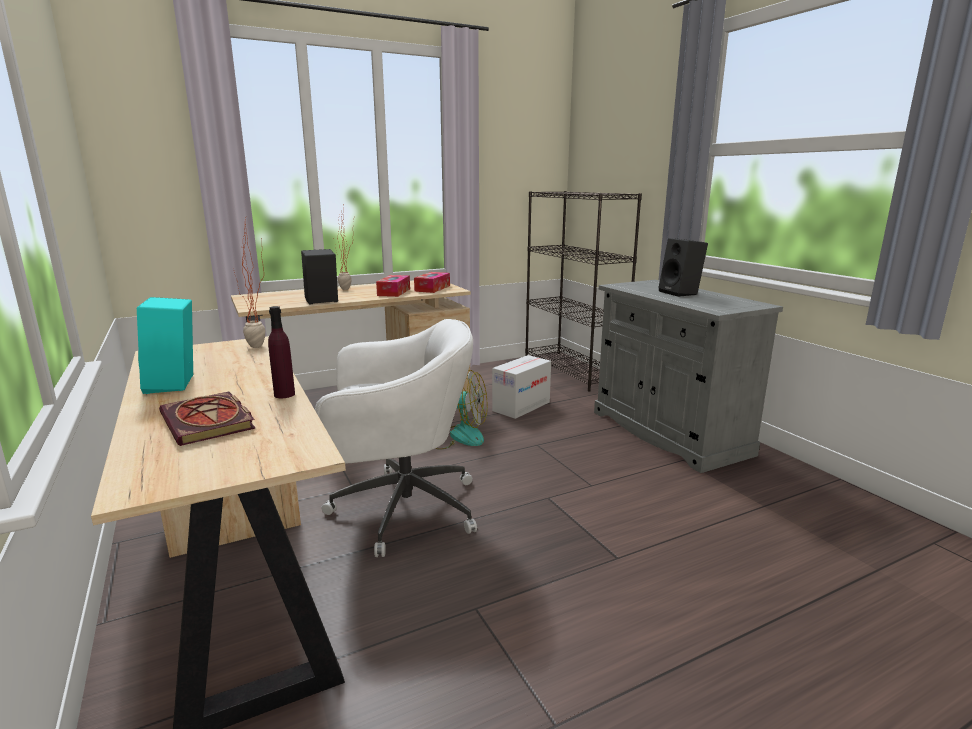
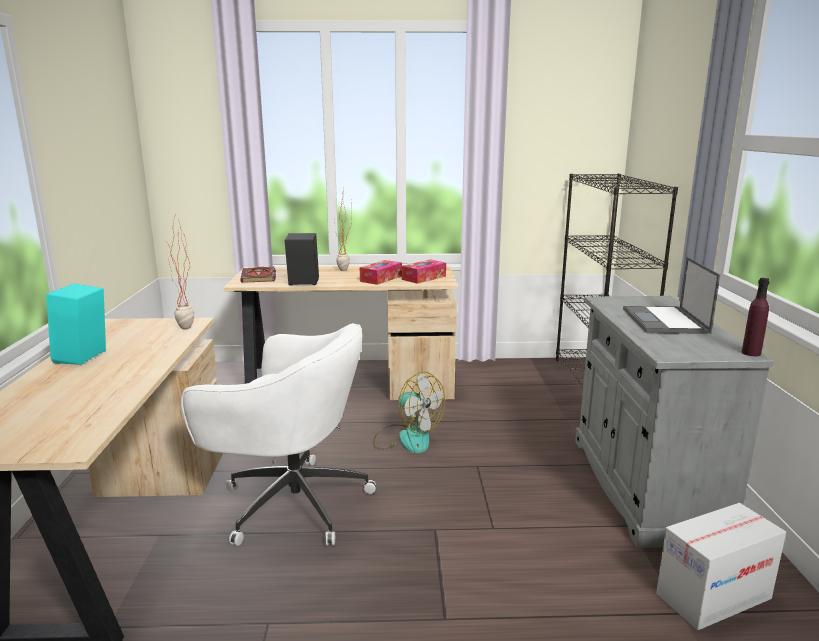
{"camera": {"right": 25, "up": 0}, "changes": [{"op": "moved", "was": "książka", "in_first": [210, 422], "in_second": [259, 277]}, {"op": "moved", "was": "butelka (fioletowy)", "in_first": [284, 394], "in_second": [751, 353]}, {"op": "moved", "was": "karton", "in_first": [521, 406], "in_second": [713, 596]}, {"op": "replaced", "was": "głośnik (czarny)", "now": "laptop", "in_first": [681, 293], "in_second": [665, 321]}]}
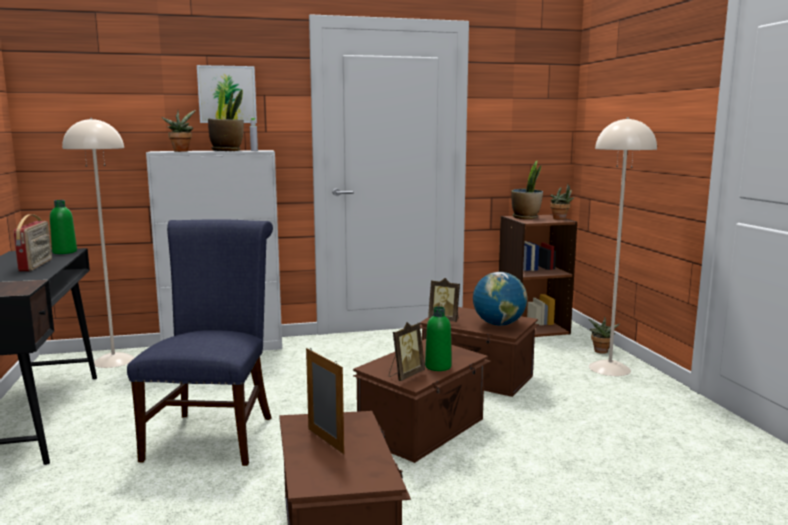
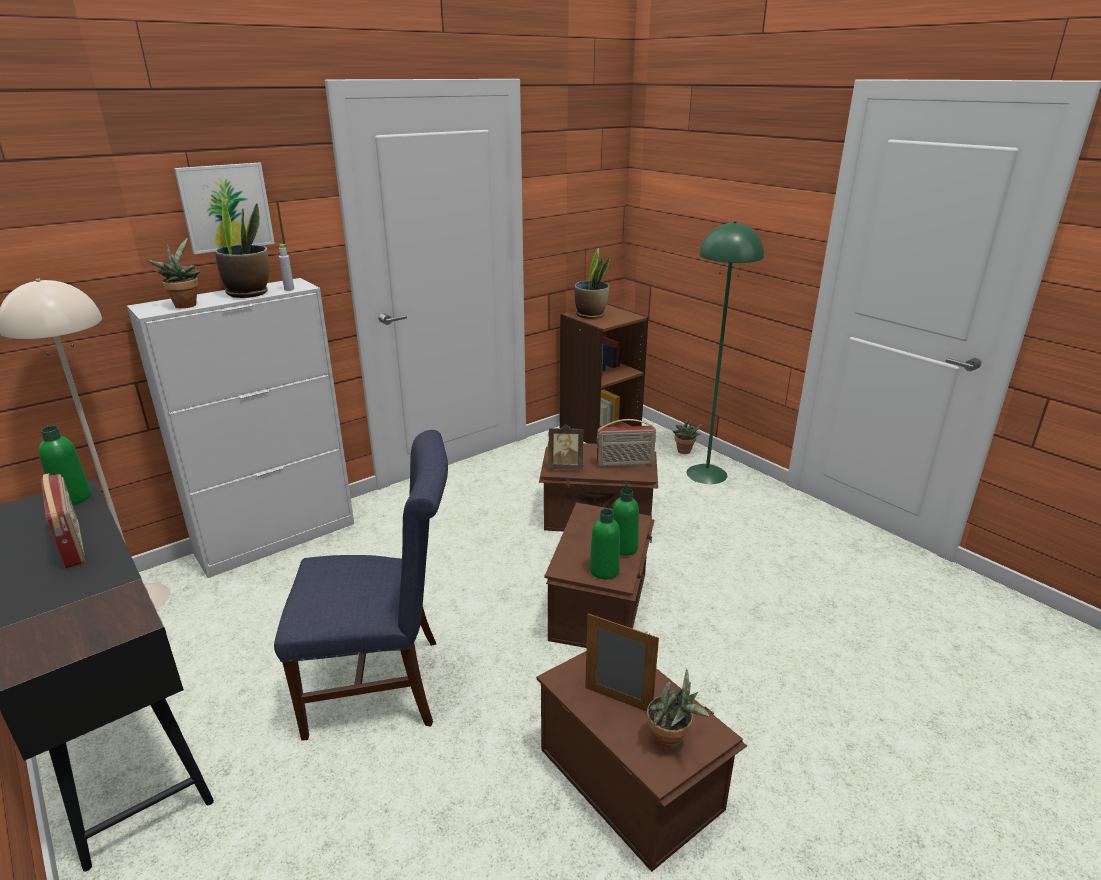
{"camera": {"right": -25, "up": 15}, "changes": [{"op": "turned", "was": "krzesło (niebieski)", "in_first": [213, 434], "in_second": [385, 683], "clockwise": 105}, {"op": "replaced", "was": "ramka na zdjęcie", "now": "butelka (zielony)", "in_first": [405, 375], "in_second": [604, 571]}, {"op": "replaced", "was": "globus", "now": "radio", "in_first": [498, 324], "in_second": [625, 463]}, {"op": "moved", "was": "roślina doniczkowa", "in_first": [561, 219], "in_second": [671, 741]}, {"op": "recoloured", "was": "lampa stojąca (beżowy)", "now": "lampa stojąca (zielony)", "in_first": [610, 368], "in_second": [707, 473]}]}
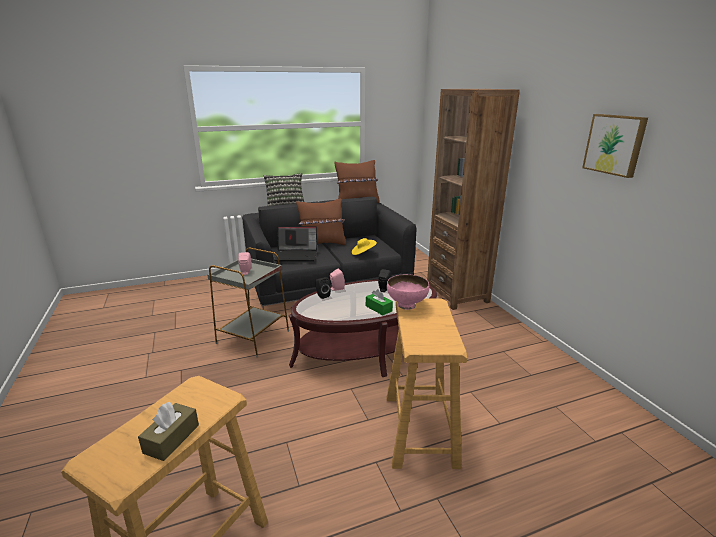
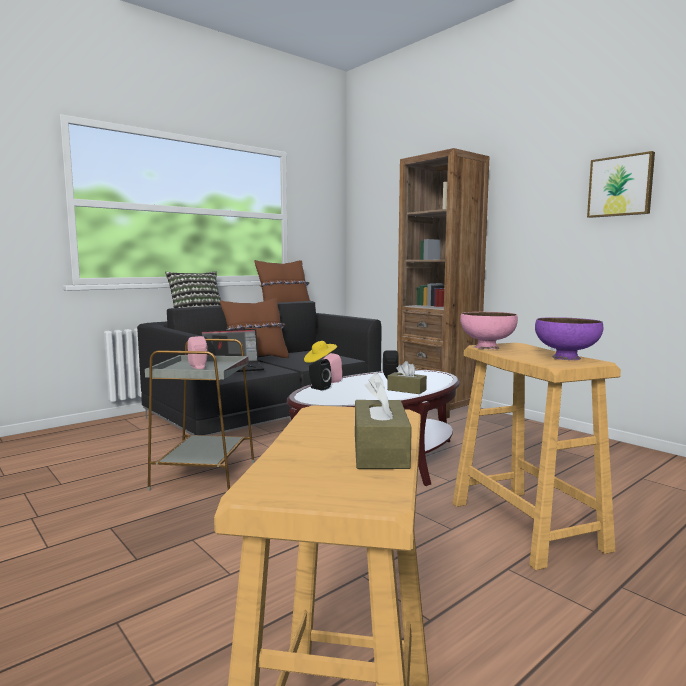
{"camera": {"right": -20, "up": -15}, "changes": [{"op": "recoloured", "was": "pudełko chusteczek (zielony)", "now": "pudełko chusteczek (brązowy)", "in_first": [378, 308], "in_second": [406, 390]}, {"op": "added", "now": "miska (fioletowy)", "in_second": [565, 358]}]}
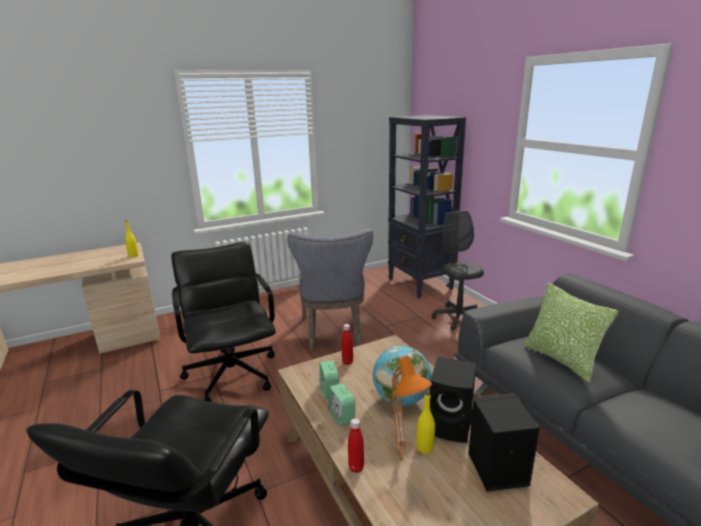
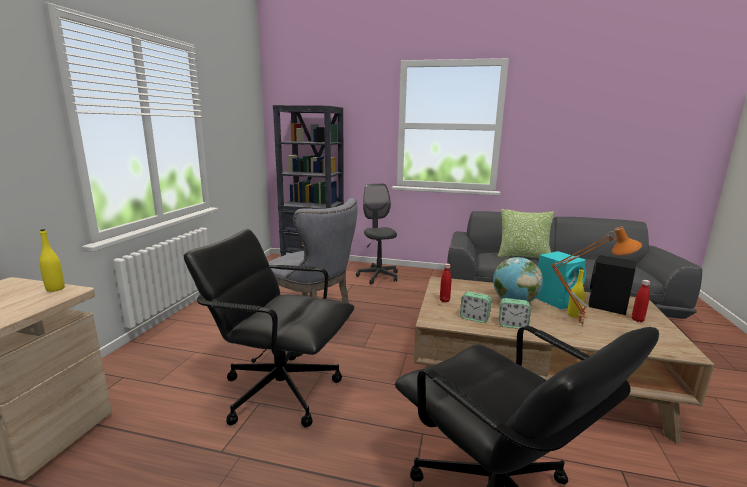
{"camera": {"right": -50, "up": -5}, "changes": [{"op": "moved", "was": "butelka (czerwony)", "in_first": [356, 468], "in_second": [637, 320]}, {"op": "recoloured", "was": "głośnik (czarny)", "now": "głośnik (turkusowy)", "in_first": [451, 425], "in_second": [557, 300]}, {"op": "turned", "was": "krzesło biurowe (szary)", "in_first": [457, 318], "in_second": [378, 276], "clockwise": 45}]}
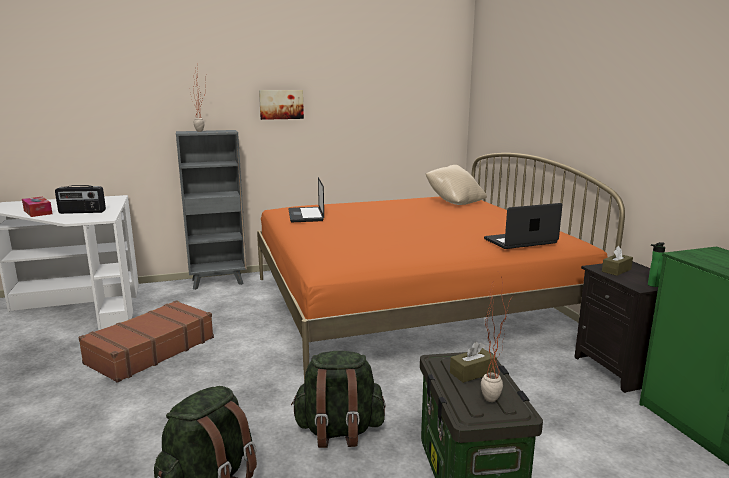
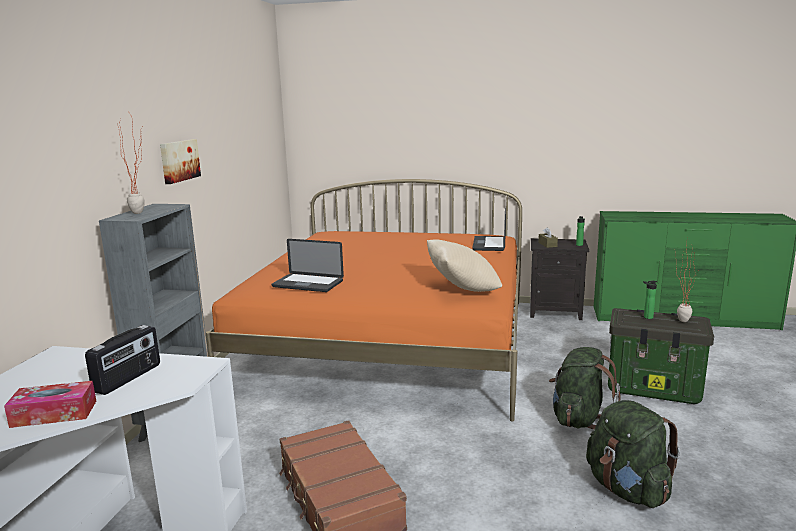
{"camera": {"right": -60, "up": 0}, "changes": [{"op": "moved", "was": "poduszka (beżowy)", "in_first": [454, 202], "in_second": [462, 289]}, {"op": "replaced", "was": "pudełko chusteczek (brązowy)", "now": "butelka", "in_first": [472, 372], "in_second": [646, 317]}]}
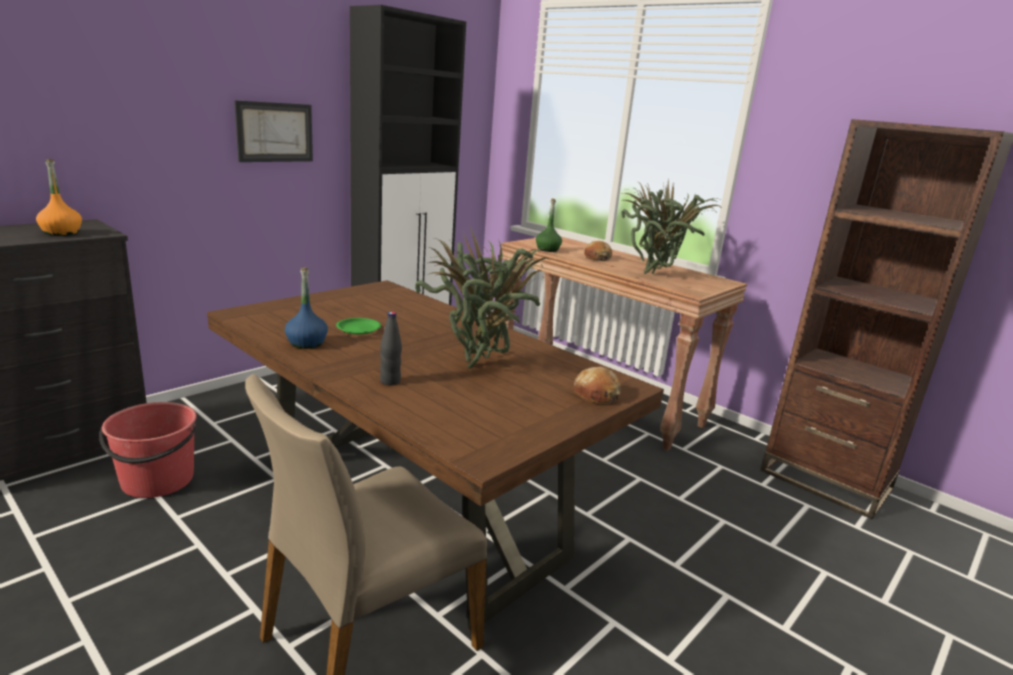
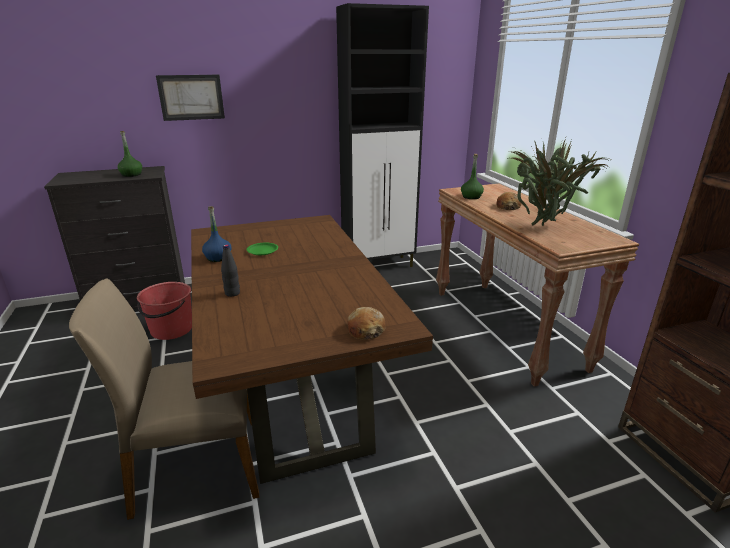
{"camera": {"right": 30, "up": 5}, "changes": [{"op": "recoloured", "was": "butelka (pomarańczowy)", "now": "butelka (zielony)", "in_first": [61, 233], "in_second": [131, 175]}, {"op": "moved", "was": "obraz", "in_first": [275, 132], "in_second": [191, 97]}, {"op": "removed", "was": "roślina doniczkowa", "in_first": [482, 364]}]}
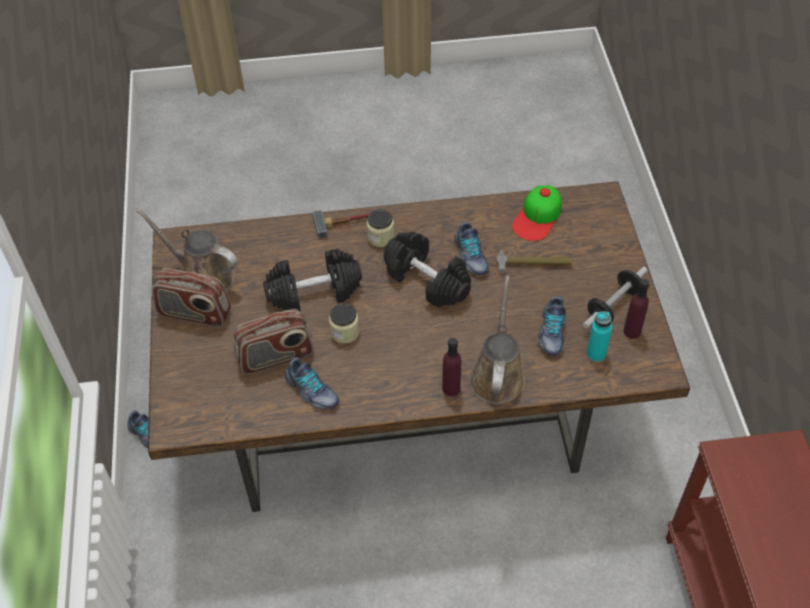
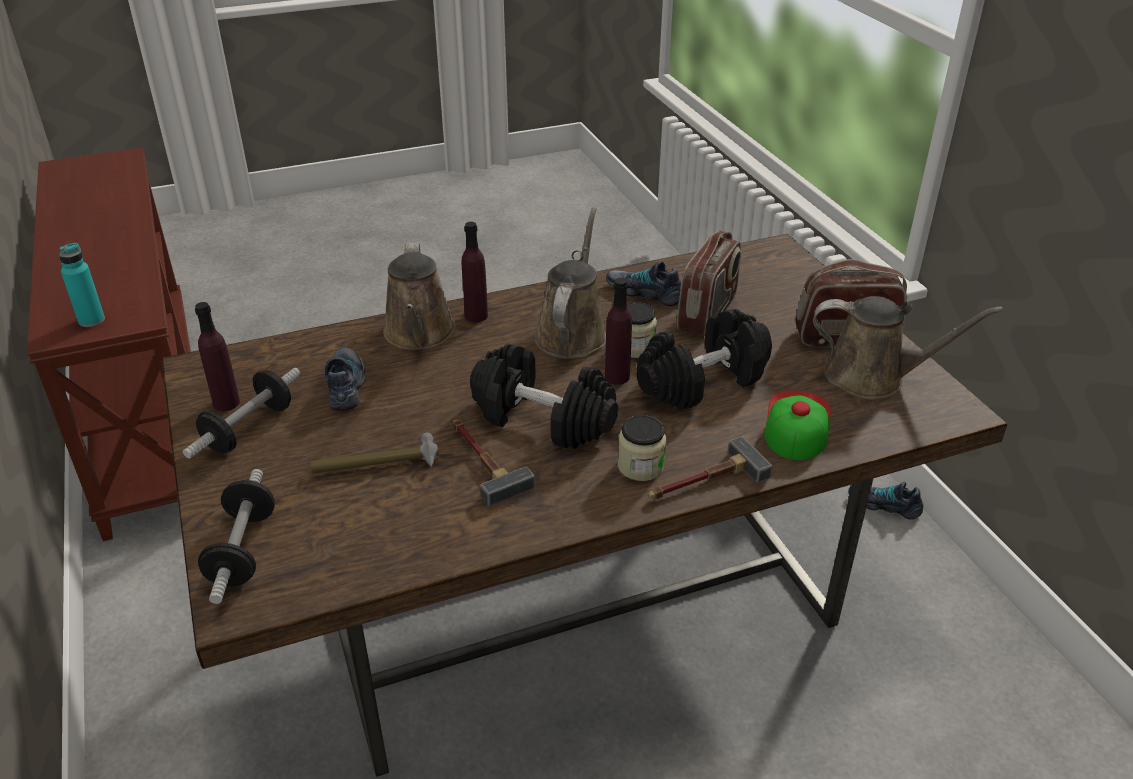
{"camera": {"right": 165, "up": -15}, "changes": [{"op": "turned", "was": "radio", "in_first": [276, 357], "in_second": [707, 313], "clockwise": 150}, {"op": "replaced", "was": "but", "now": "młotek", "in_first": [470, 256], "in_second": [482, 461]}, {"op": "moved", "was": "czapka z daszkiem", "in_first": [537, 217], "in_second": [797, 424]}, {"op": "moved", "was": "butelka (turkusowy)", "in_first": [596, 354], "in_second": [91, 320]}, {"op": "added", "now": "hantel", "in_second": [243, 551]}, {"op": "added", "now": "konewka (brązowy)", "in_second": [572, 333]}, {"op": "added", "now": "butelka (fioletowy)", "in_second": [617, 377]}]}
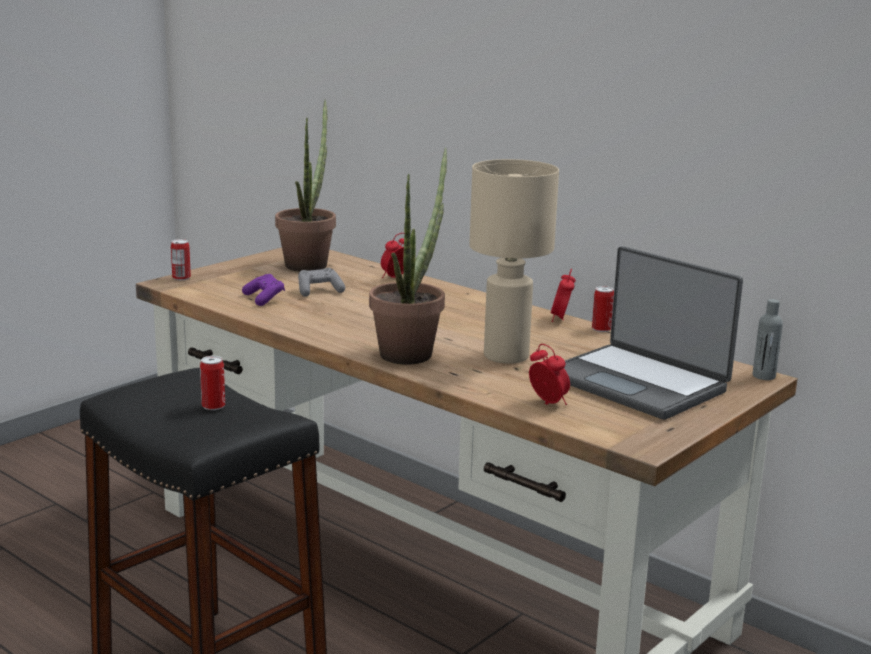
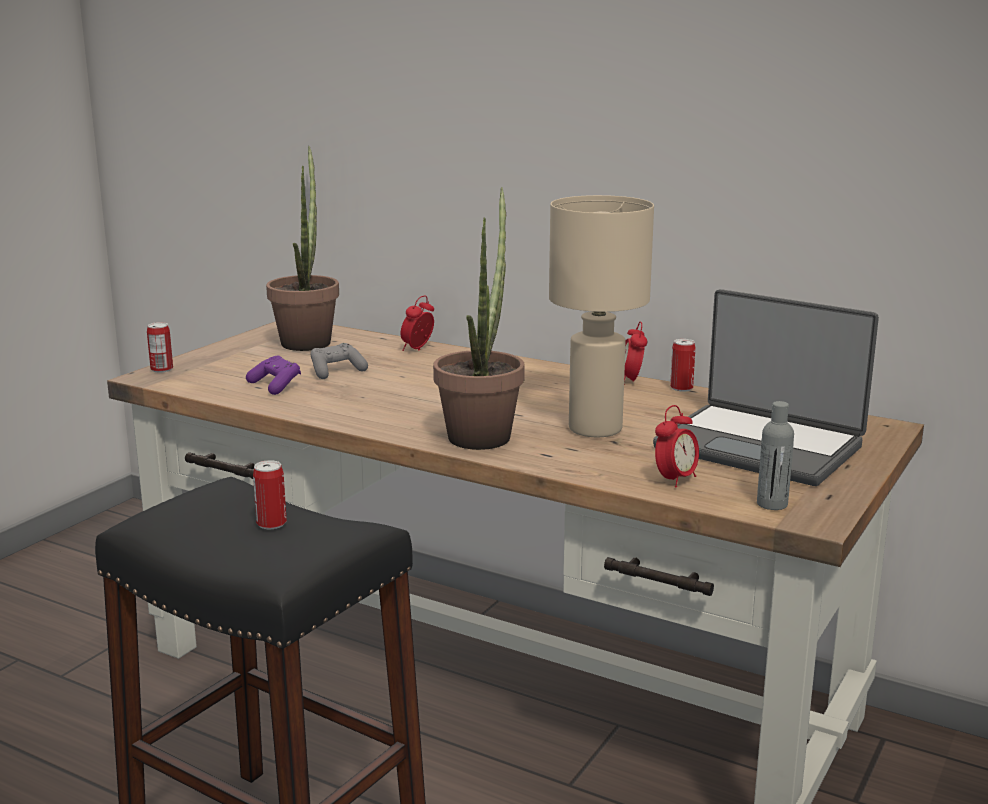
{"camera": {"right": -10, "up": 0}, "changes": [{"op": "turned", "was": "budzik", "in_first": [548, 403], "in_second": [675, 480], "clockwise": 90}, {"op": "moved", "was": "butelka (szary)", "in_first": [764, 376], "in_second": [772, 504]}]}
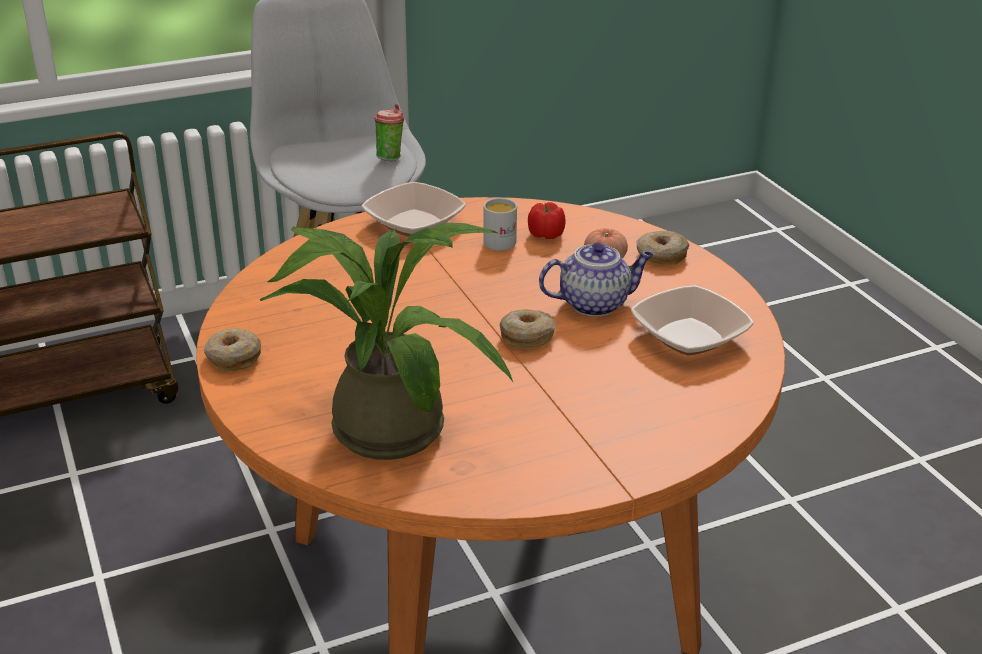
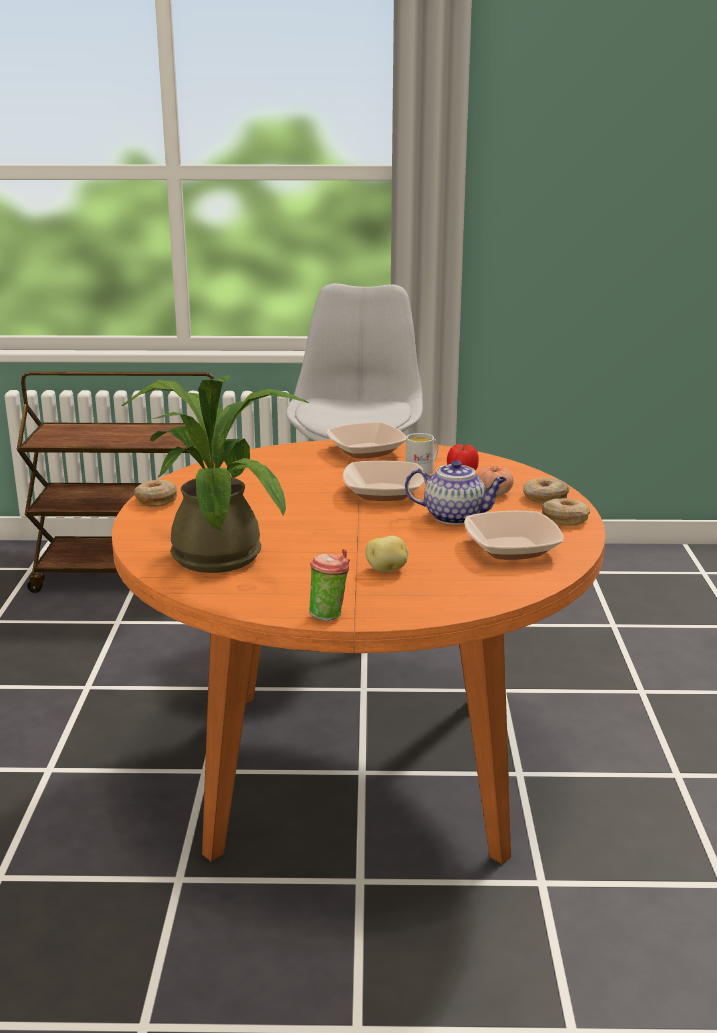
{"camera": {"right": 25, "up": -10}, "changes": [{"op": "moved", "was": "filiżanka", "in_first": [390, 157], "in_second": [329, 615]}, {"op": "moved", "was": "donut", "in_first": [527, 336], "in_second": [565, 519]}, {"op": "added", "now": "miska", "in_second": [383, 492]}, {"op": "added", "now": "ziemniak", "in_second": [387, 570]}]}
